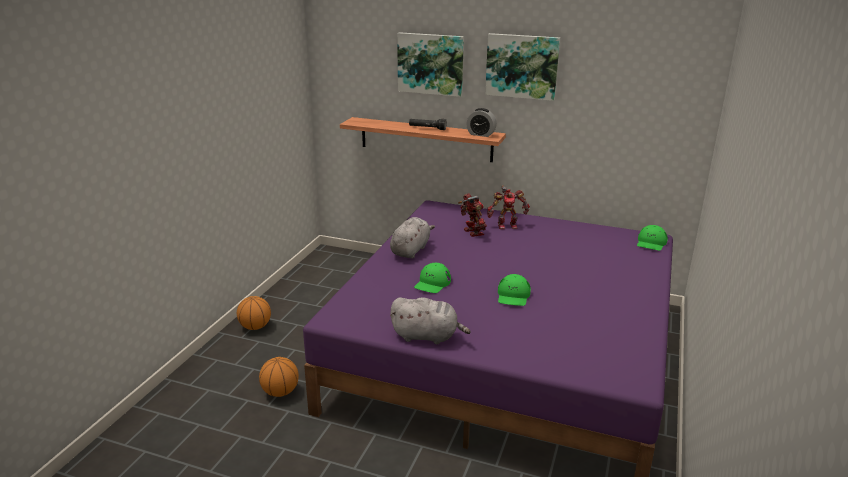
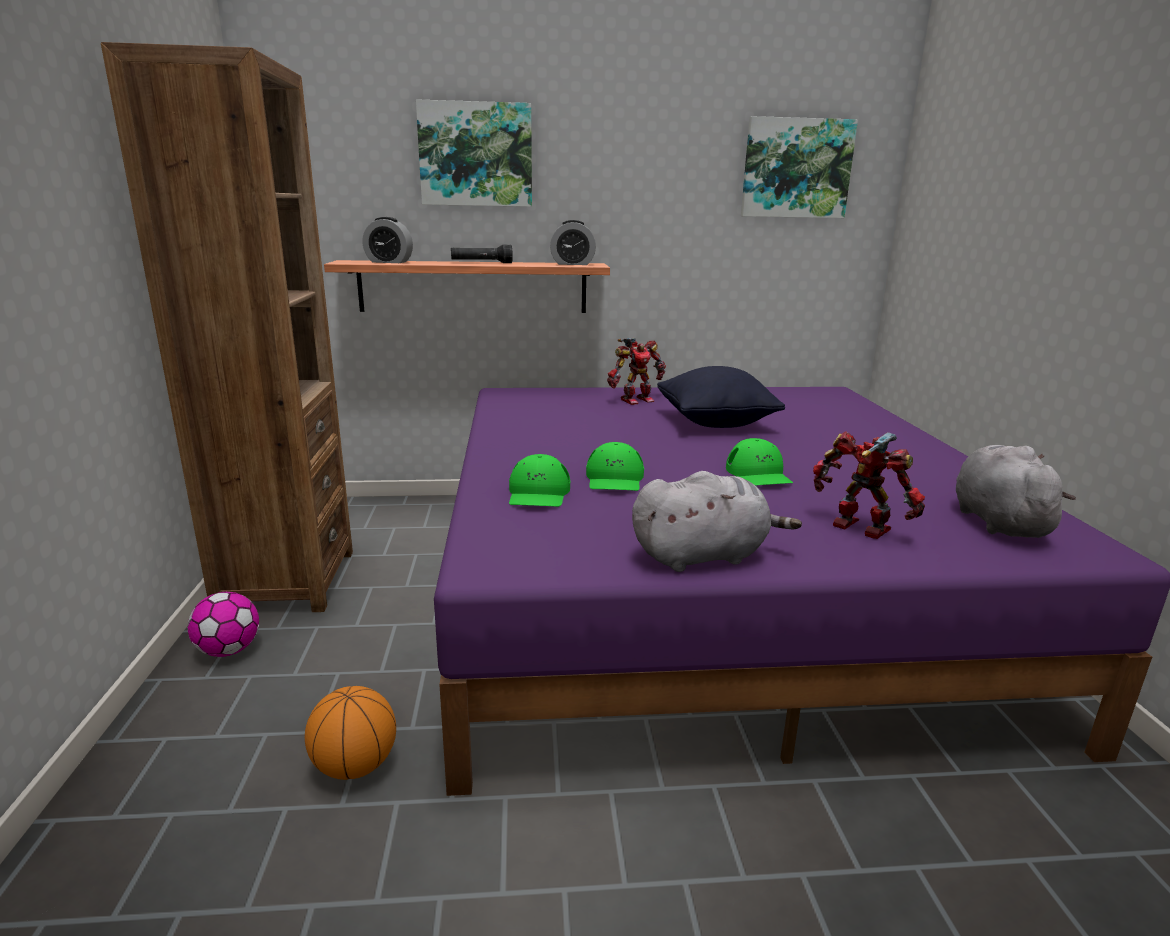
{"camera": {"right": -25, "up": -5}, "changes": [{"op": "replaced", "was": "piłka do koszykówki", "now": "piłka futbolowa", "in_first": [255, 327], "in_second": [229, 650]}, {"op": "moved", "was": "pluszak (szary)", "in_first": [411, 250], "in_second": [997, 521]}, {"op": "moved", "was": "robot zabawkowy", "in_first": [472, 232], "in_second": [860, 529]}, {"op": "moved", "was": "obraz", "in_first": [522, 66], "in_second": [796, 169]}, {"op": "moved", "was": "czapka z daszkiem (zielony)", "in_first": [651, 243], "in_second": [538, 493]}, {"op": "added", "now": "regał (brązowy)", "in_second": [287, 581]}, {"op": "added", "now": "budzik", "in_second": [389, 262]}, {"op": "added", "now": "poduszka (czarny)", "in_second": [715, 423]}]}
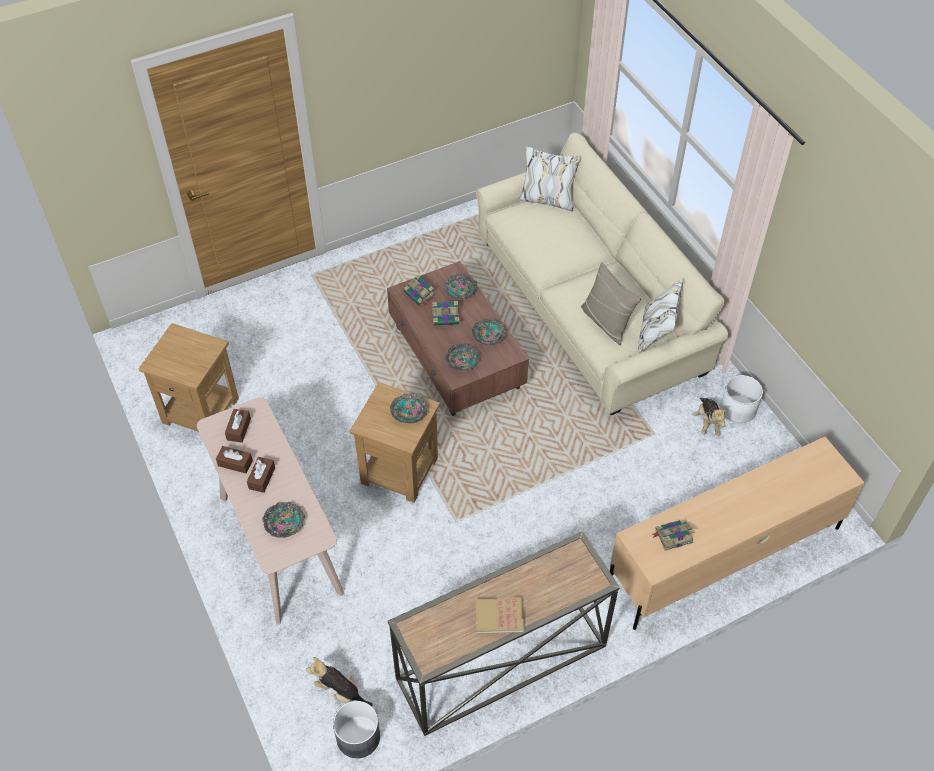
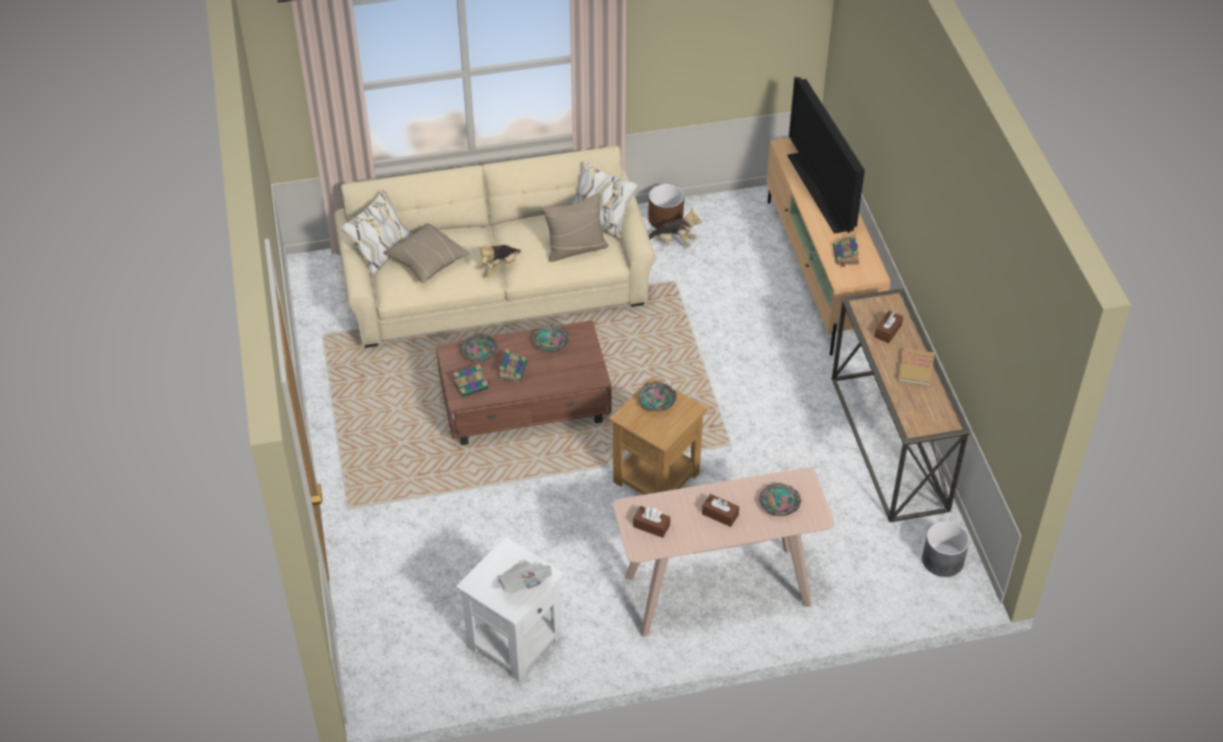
{"camera": {"right": -75, "up": -5}, "changes": [{"op": "recoloured", "was": "stolik (brązowy)", "now": "stolik (biały)", "in_first": [201, 410], "in_second": [515, 641]}, {"op": "moved", "was": "pudełko chusteczek (brązowy)", "in_first": [235, 463], "in_second": [888, 331]}, {"op": "moved", "was": "pluszak", "in_first": [340, 691], "in_second": [499, 268]}, {"op": "removed", "was": "miska", "in_first": [462, 361]}, {"op": "recoloured", "was": "donica (biały)", "now": "donica (brązowy)", "in_first": [738, 408], "in_second": [665, 218]}, {"op": "added", "now": "poduszka (beżowy)", "in_second": [427, 261]}, {"op": "added", "now": "gazeta", "in_second": [524, 584]}, {"op": "added", "now": "telewizor", "in_second": [821, 192]}]}
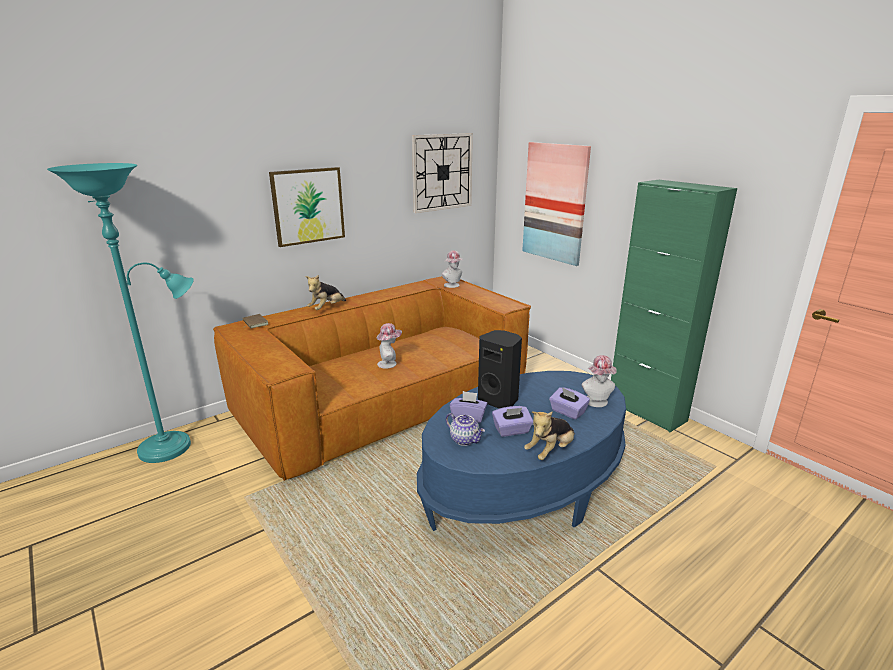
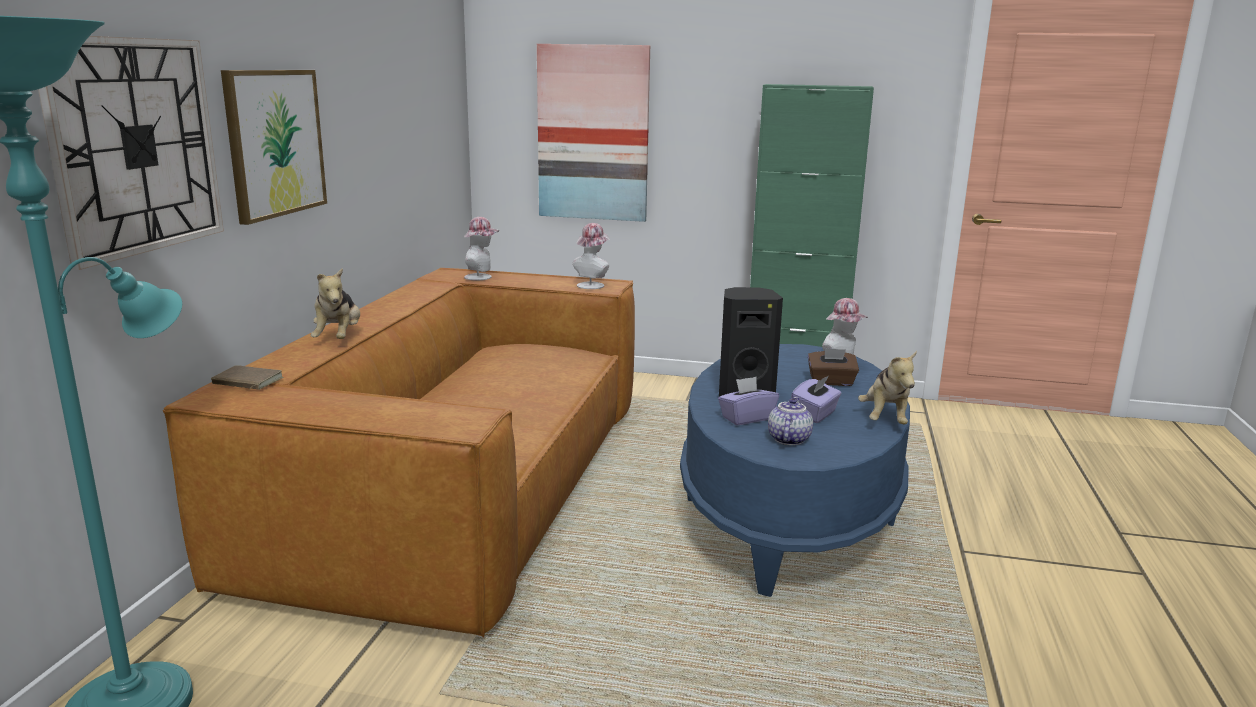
{"camera": {"right": -40, "up": -5}, "changes": [{"op": "moved", "was": "kapelusz", "in_first": [389, 363], "in_second": [592, 285]}, {"op": "moved", "was": "zegar ścienny", "in_first": [442, 172], "in_second": [135, 146]}, {"op": "turned", "was": "imbryk", "in_first": [465, 440], "in_second": [788, 439], "clockwise": -75}, {"op": "recoloured", "was": "pudełko chusteczek (fioletowy)", "now": "pudełko chusteczek (brązowy)", "in_first": [567, 412], "in_second": [831, 382]}]}
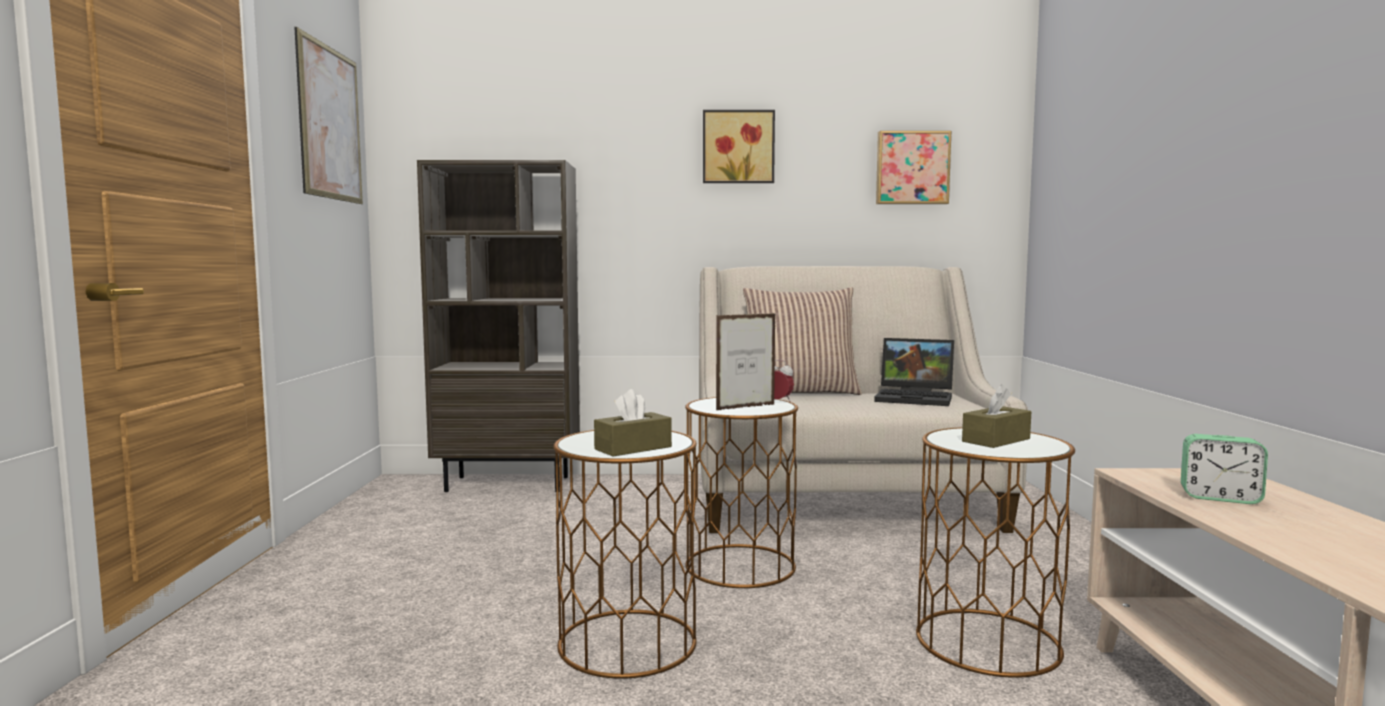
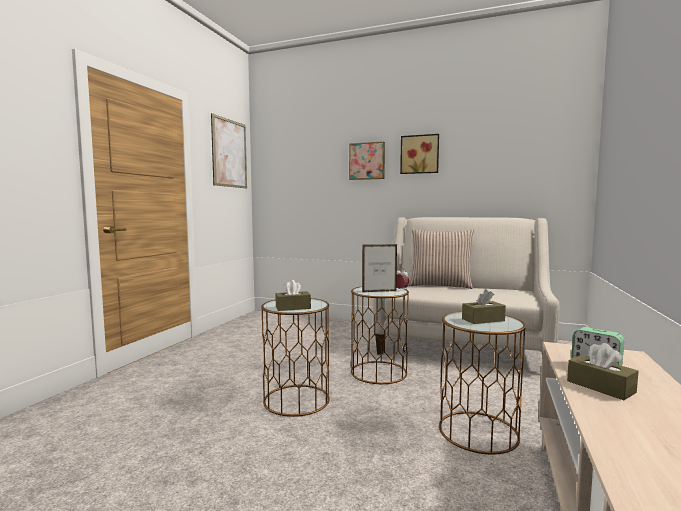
{"camera": {"right": 20, "up": 0}, "changes": [{"op": "removed", "was": "regał (brązowy)", "in_first": [509, 484]}, {"op": "removed", "was": "laptop", "in_first": [916, 398]}, {"op": "moved", "was": "obraz", "in_first": [912, 168], "in_second": [367, 161]}, {"op": "added", "now": "pudełko chusteczek (brązowy)", "in_second": [600, 387]}]}
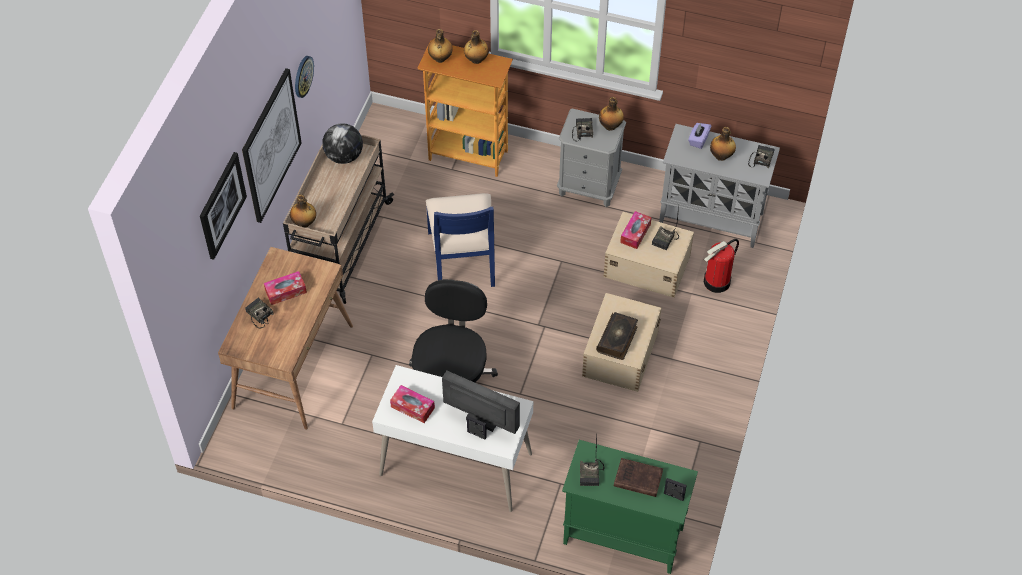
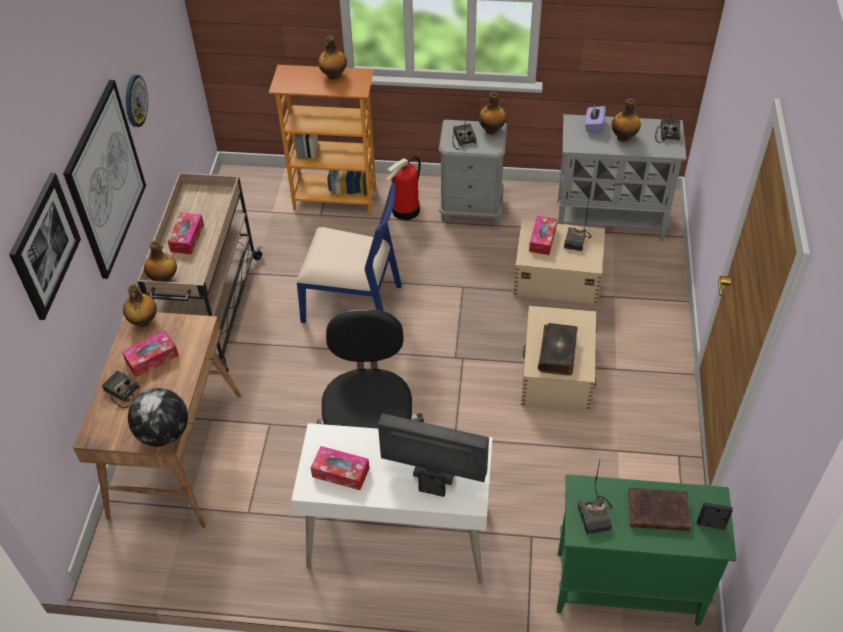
{"camera": {"right": -10, "up": -5}, "changes": [{"op": "moved", "was": "globus", "in_first": [344, 156], "in_second": [164, 434]}, {"op": "turned", "was": "krzesło (niebieski)", "in_first": [463, 259], "in_second": [353, 302], "clockwise": -60}, {"op": "moved", "was": "butelka", "in_first": [440, 59], "in_second": [143, 321]}, {"op": "moved", "was": "gaśnica", "in_first": [717, 282], "in_second": [406, 210]}, {"op": "added", "now": "pudełko chusteczek", "in_second": [187, 238]}]}
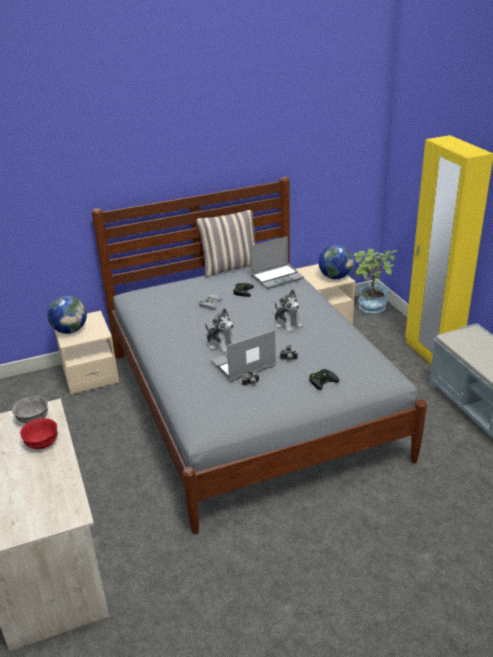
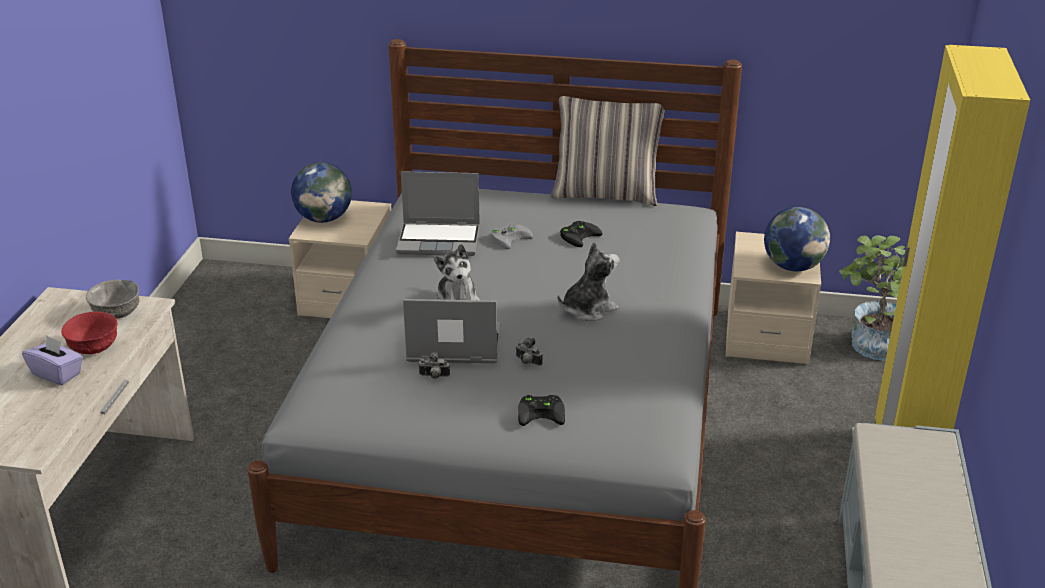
{"camera": {"right": 30, "up": 0}, "changes": [{"op": "moved", "was": "laptop", "in_first": [277, 277], "in_second": [440, 240]}, {"op": "turned", "was": "pluszak", "in_first": [288, 324], "in_second": [588, 309], "clockwise": -120}, {"op": "added", "now": "pudełko chusteczek (fioletowy)", "in_second": [57, 374]}]}
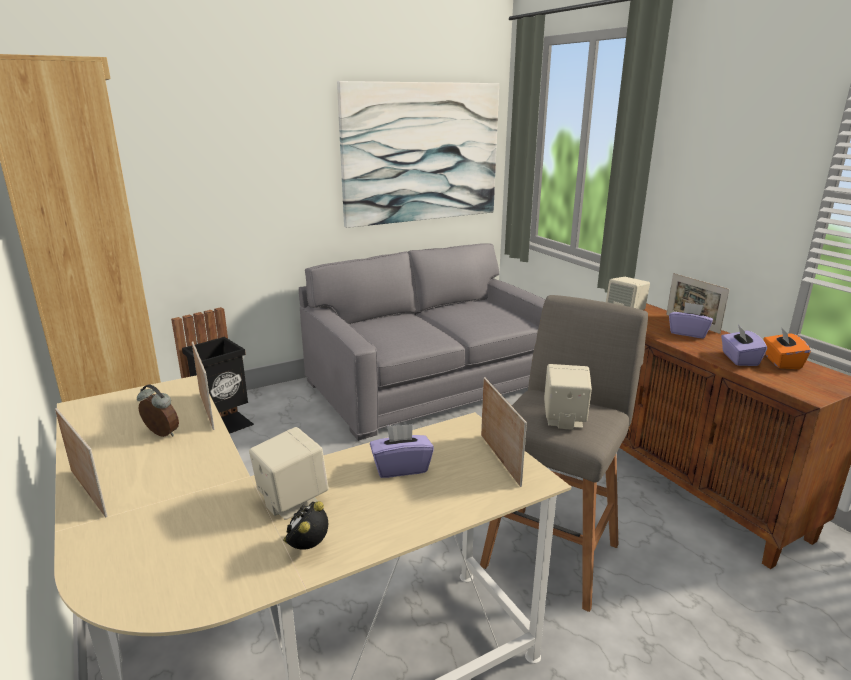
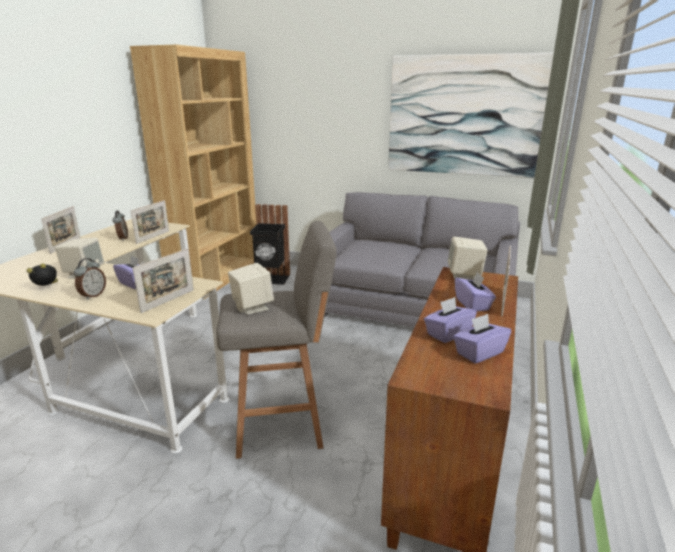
{"camera": {"right": 50, "up": 0}, "changes": [{"op": "recoloured", "was": "pudełko chusteczek (pomarańczowy)", "now": "pudełko chusteczek (fioletowy)", "in_first": [781, 362], "in_second": [479, 353]}, {"op": "added", "now": "budzik", "in_second": [93, 295]}]}
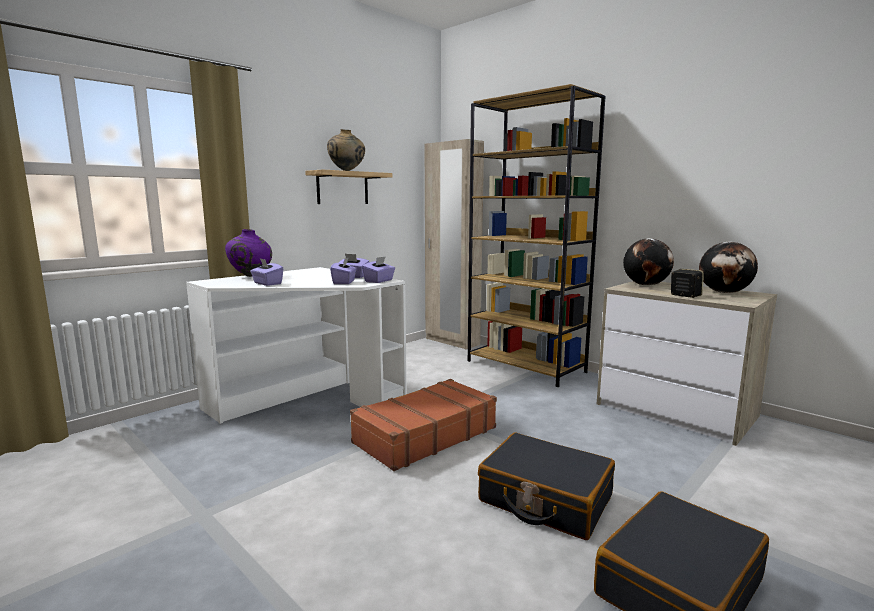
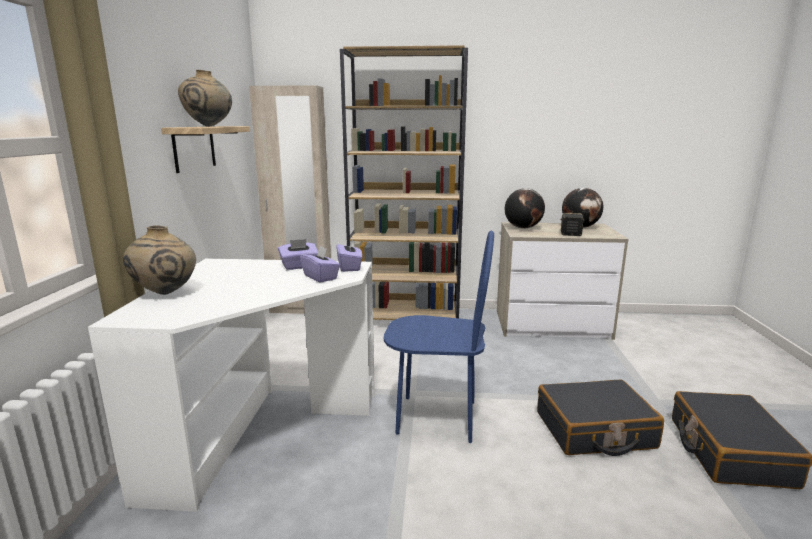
{"camera": {"right": -40, "up": 5}, "changes": [{"op": "recoloured", "was": "wazon (fioletowy)", "now": "wazon (beżowy)", "in_first": [251, 276], "in_second": [165, 293]}, {"op": "removed", "was": "pudełko chusteczek (fioletowy)", "in_first": [267, 283]}, {"op": "replaced", "was": "walizka (brązowy)", "now": "krzesło (niebieski)", "in_first": [424, 435], "in_second": [436, 417]}]}
